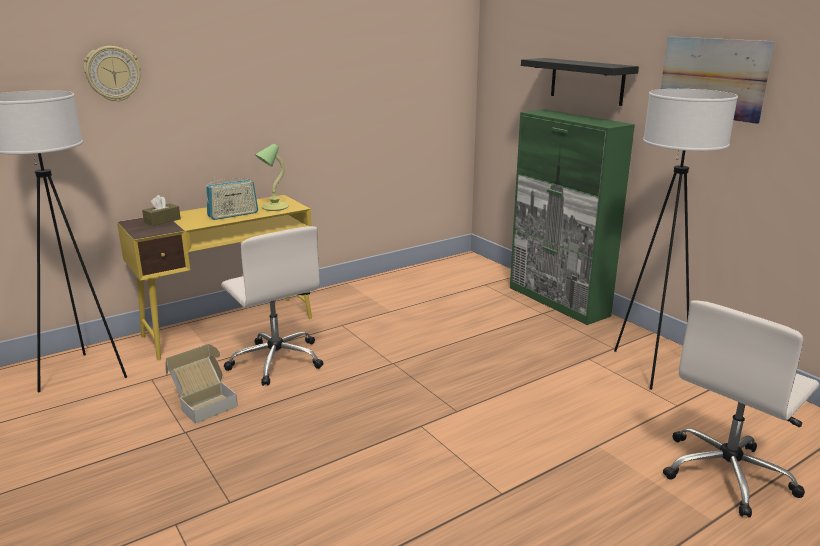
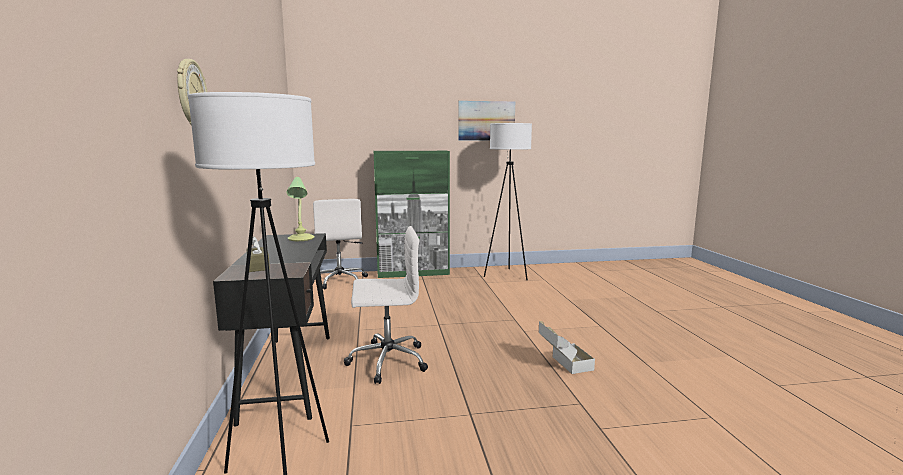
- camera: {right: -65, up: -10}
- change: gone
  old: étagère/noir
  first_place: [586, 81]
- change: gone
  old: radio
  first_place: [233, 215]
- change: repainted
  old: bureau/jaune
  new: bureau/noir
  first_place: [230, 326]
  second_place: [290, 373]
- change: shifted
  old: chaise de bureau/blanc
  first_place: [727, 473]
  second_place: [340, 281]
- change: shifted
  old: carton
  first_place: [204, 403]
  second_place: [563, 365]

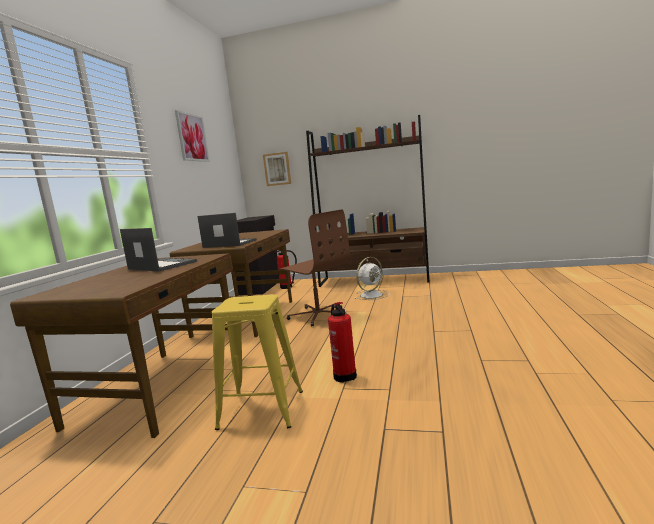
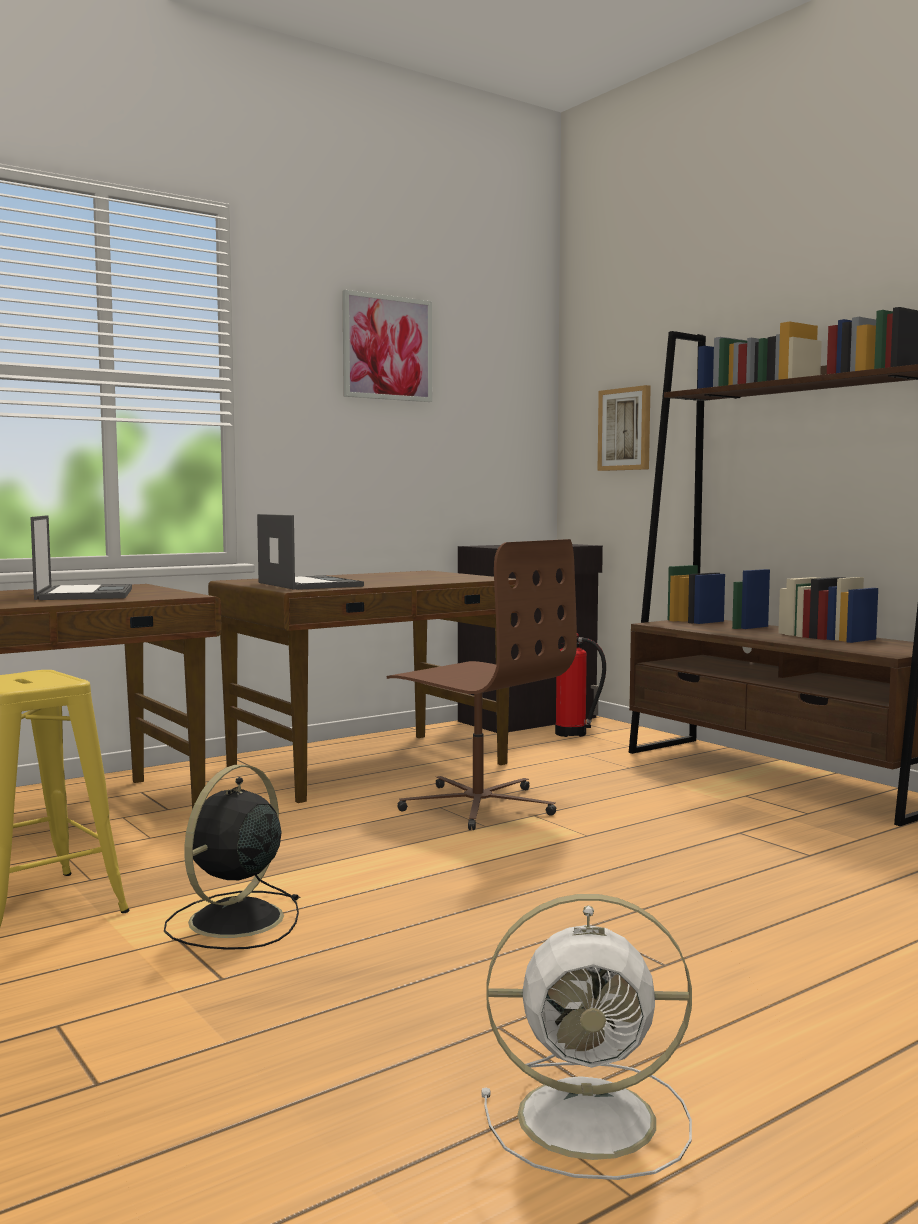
- camera: {right: 40, up: -5}
- change: rotated
  old: chaise de bureau/marron
  first_place: [318, 315]
  second_place: [478, 805]
  degrees: -45
- change: shifted
  old: ventilateur/blanc
  first_place: [372, 295]
  second_place: [593, 1118]
- change: swapped
  old: extincteur
  new: ventilateur/noir
  first_place: [344, 375]
  second_place: [233, 921]

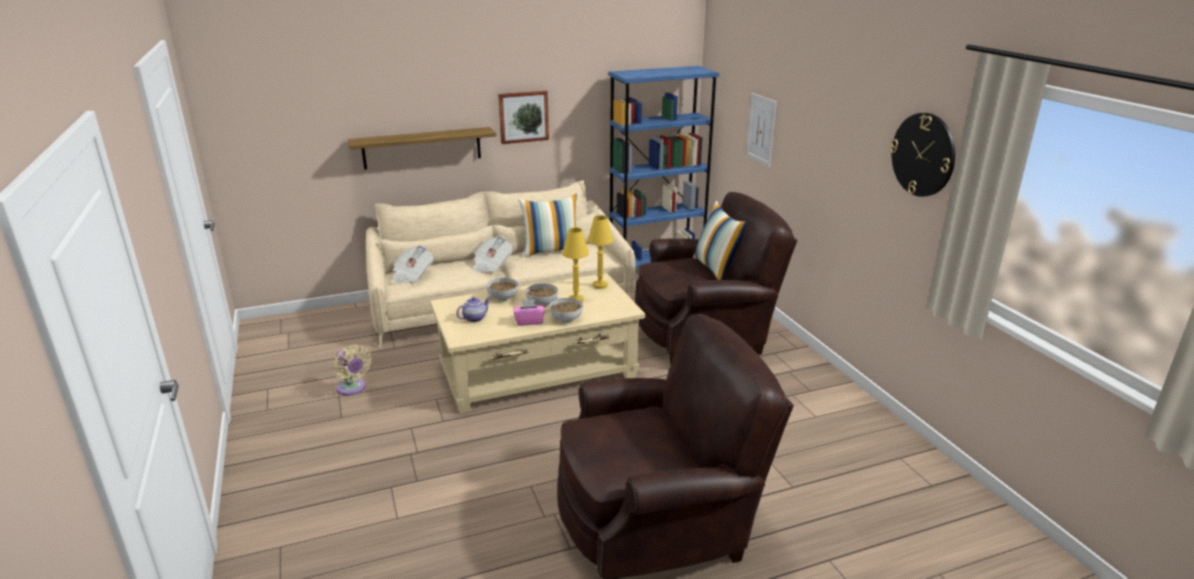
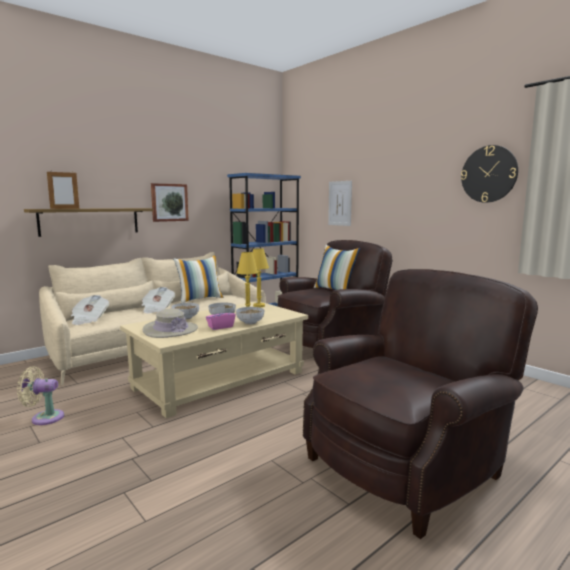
- camera: {right: -20, up: -15}
- change: swapped
  old: théière
  new: chapeau/beige
  first_place: [475, 318]
  second_place: [170, 330]
- change: rotated
  old: ventilateur/beige
  first_place: [352, 389]
  second_place: [44, 418]
  degrees: 150
- change: new
  new: cadre photo
  second_place: [65, 208]

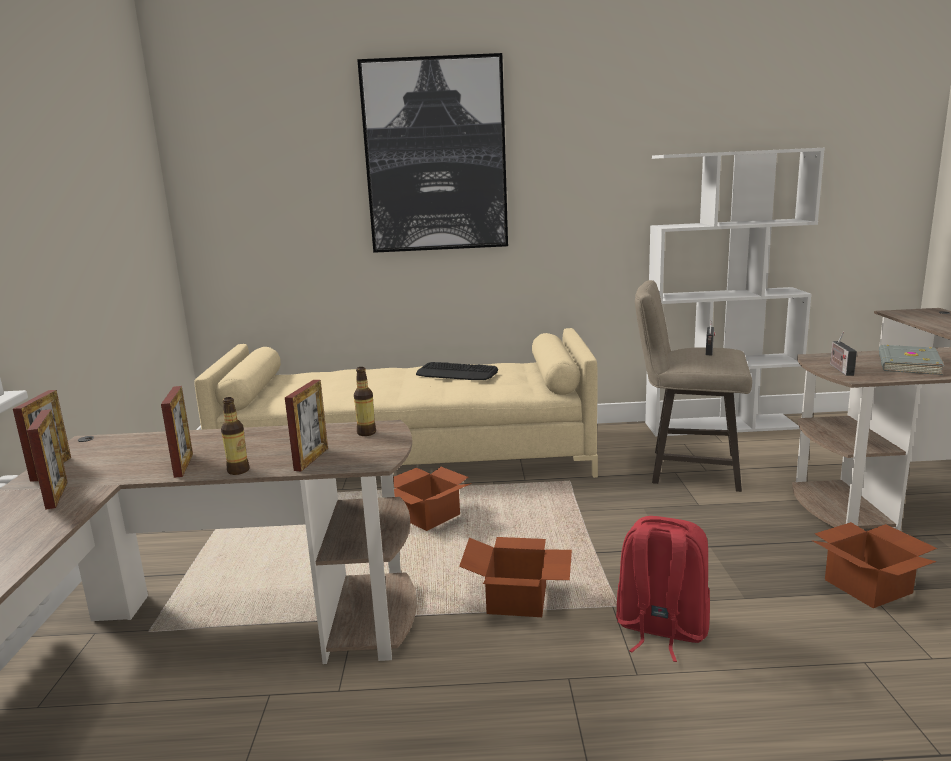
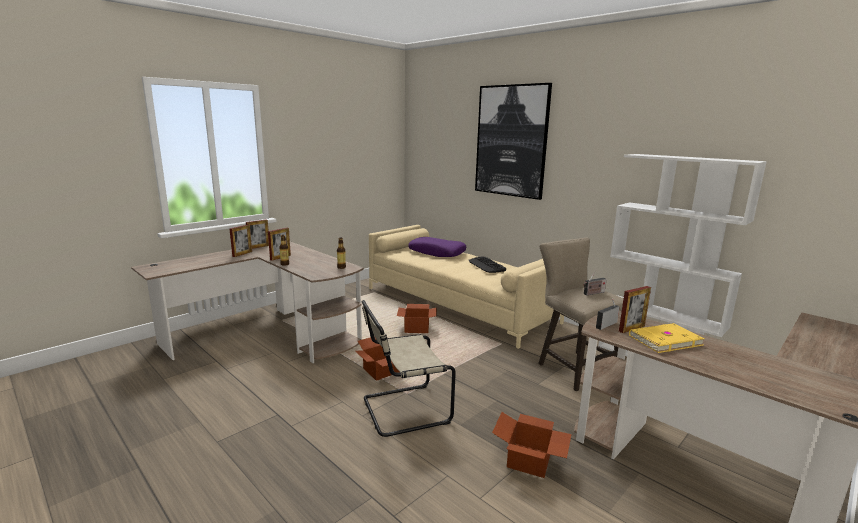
- camera: {right: 45, up: 0}
- change: repainted
  old: livre/gris
  new: livre/jaune
  first_place: [907, 363]
  second_place: [664, 340]
- change: shifted
  old: cadre photo
  first_place: [311, 459]
  second_place: [631, 329]
- change: swapped
  old: sac à dos/rouge
  new: chaise/beige
  first_place: [660, 629]
  second_place: [402, 410]
- change: new
  new: coussin/violet
  second_place: [437, 253]

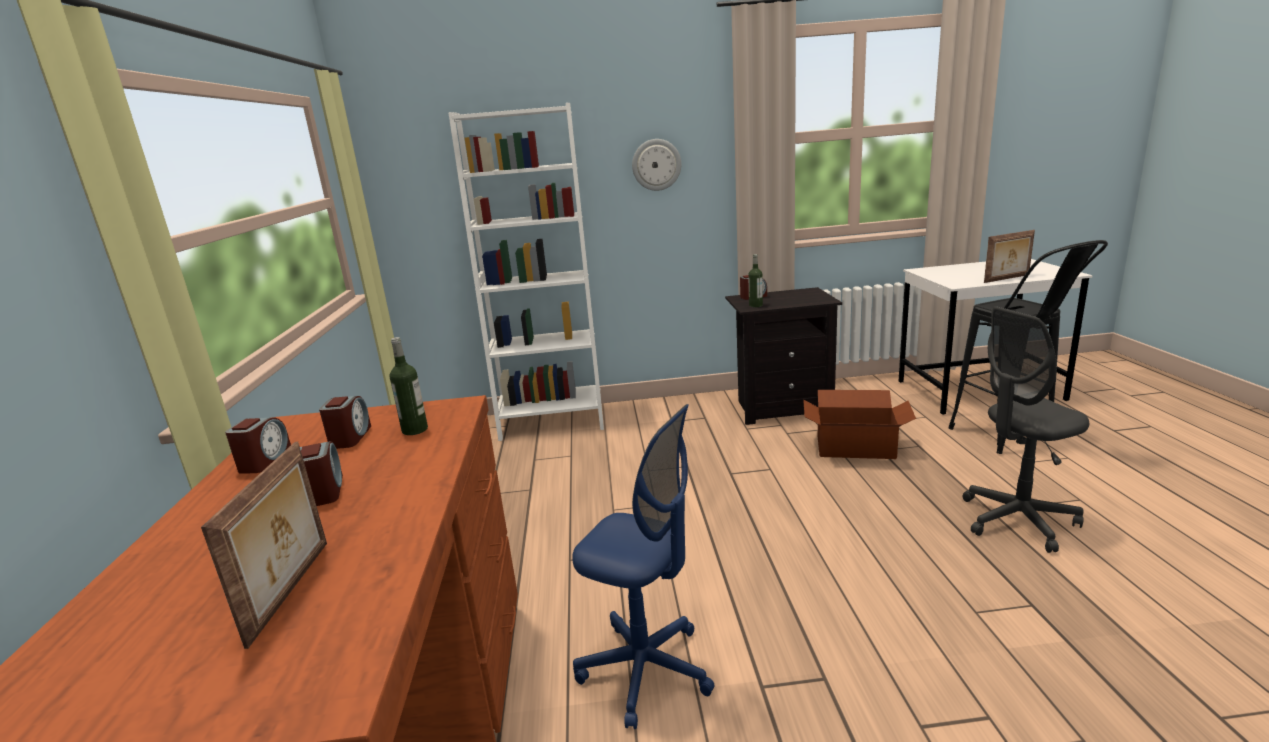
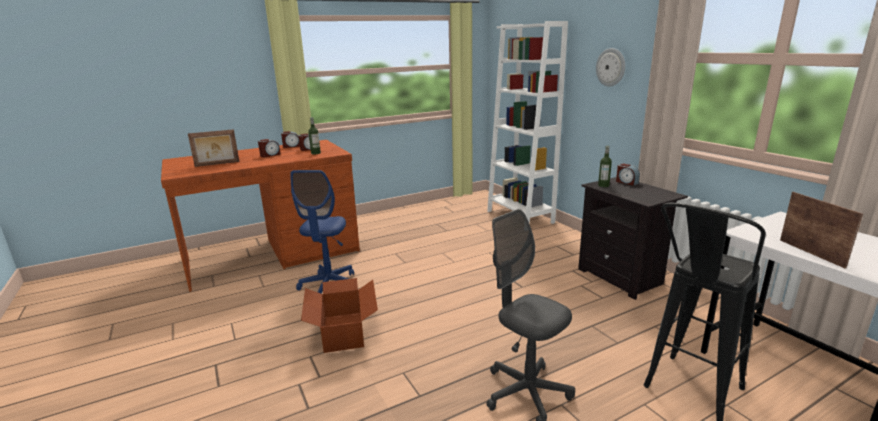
- camera: {right: 65, up: 0}
- change: rotated
  old: cadre photo
  first_place: [1007, 279]
  second_place: [812, 253]
  degrees: -150
- change: shifted
  old: carton
  first_place: [856, 448]
  second_place: [342, 332]

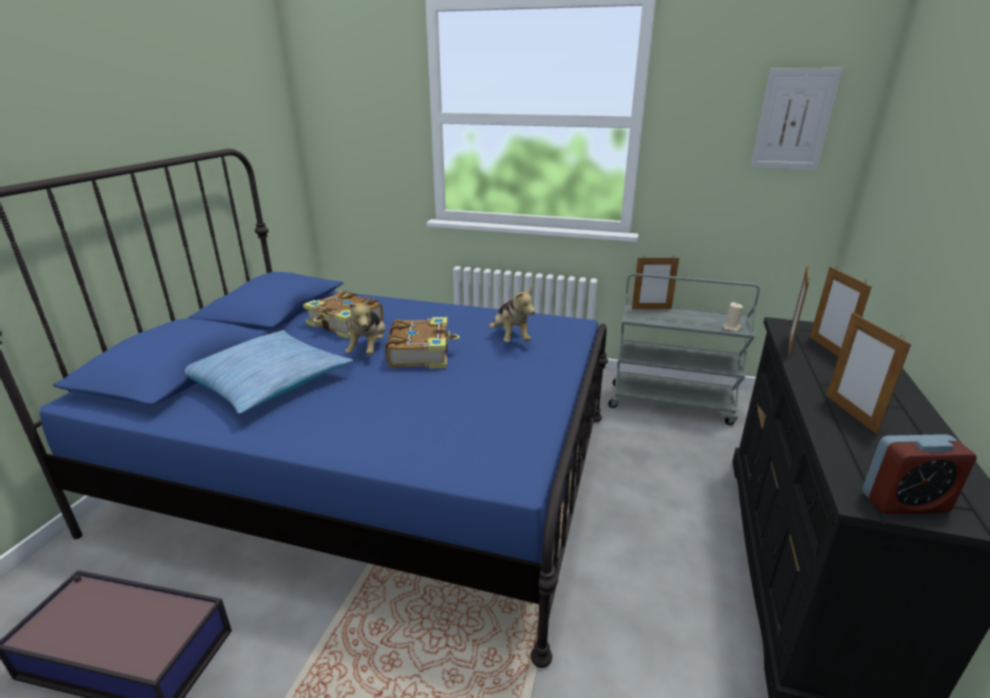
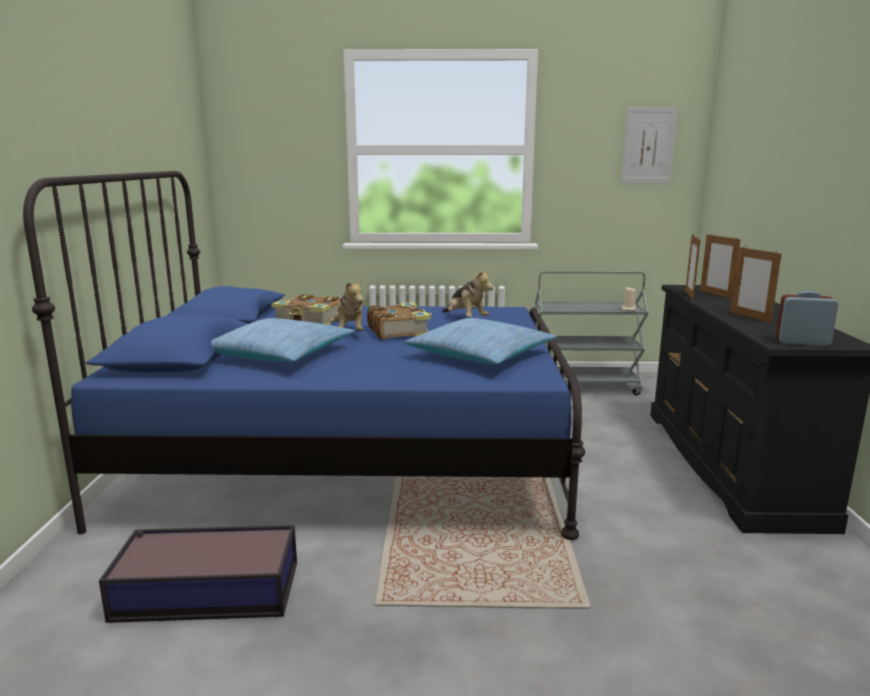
- camera: {right: -15, up: -10}
- change: gone
  old: cadre photo
  first_place: [651, 309]
- change: rotated
  old: réveil
  first_place: [904, 502]
  second_place: [802, 342]
  degrees: -150
- change: new
  new: coussin
  second_place: [481, 355]

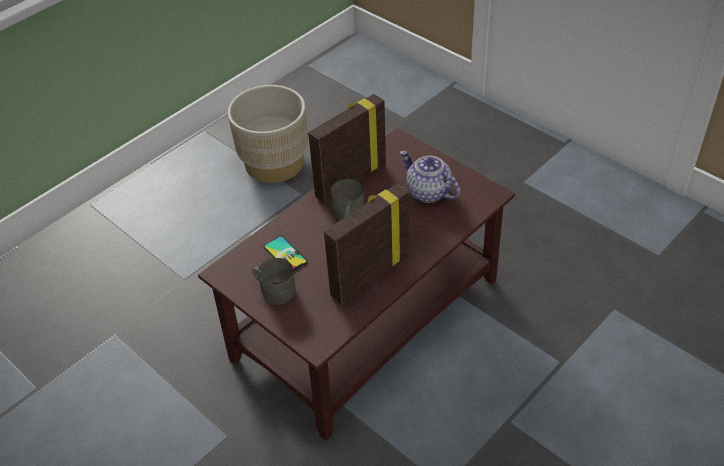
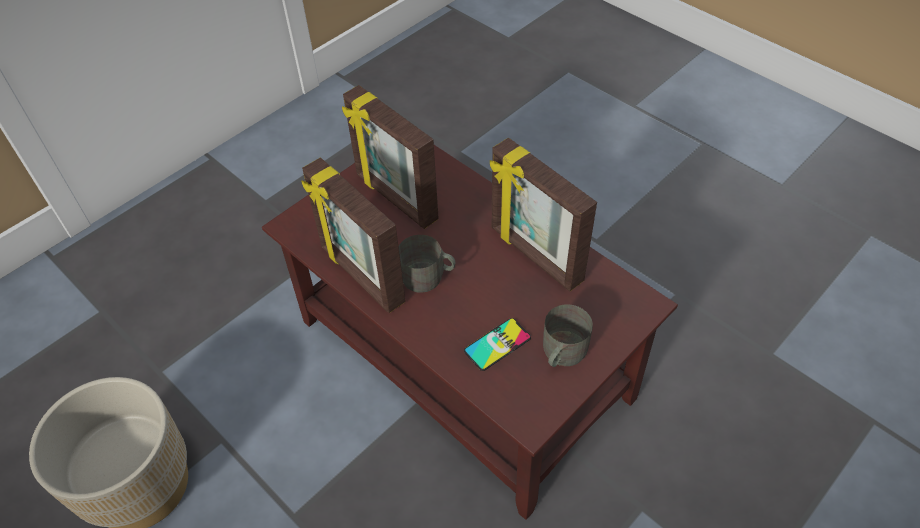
- camera: {right: -90, up: 5}
- change: swapped
  old: théière
  new: cadre photo
  first_place: [428, 192]
  second_place: [395, 198]

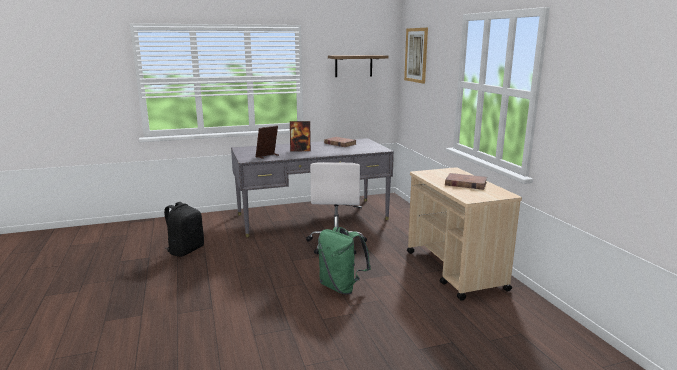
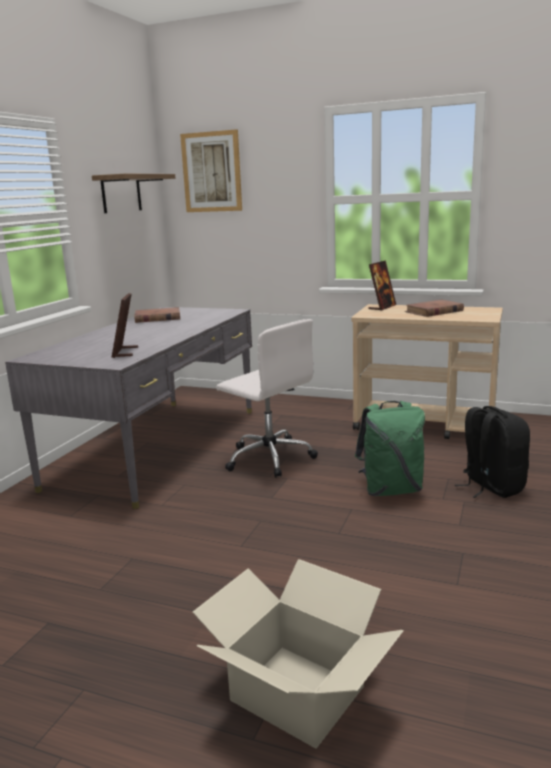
- camera: {right: -50, up: 0}
- change: shifted
  old: cadre photo
  first_place: [300, 150]
  second_place: [382, 307]
- change: shifted
  old: sac à dos/noir
  first_place: [186, 250]
  second_place: [491, 486]
- change: new
  new: carton
  second_place: [296, 694]

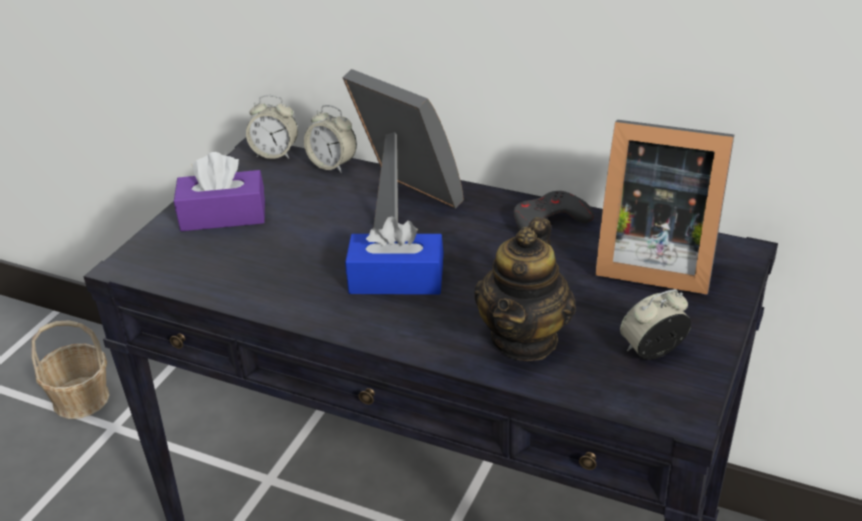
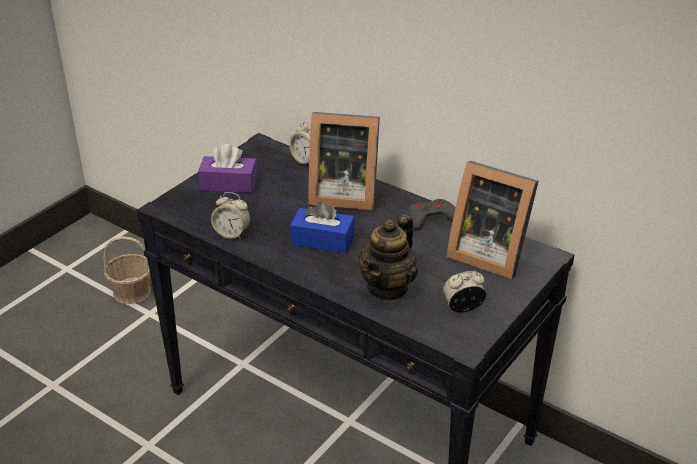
- camera: {right: 10, up: 0}
- change: rotated
  old: cadre photo
  first_place: [402, 205]
  second_place: [342, 194]
  degrees: 135
- change: shifted
  old: réveil
  first_place: [275, 153]
  second_place: [232, 233]

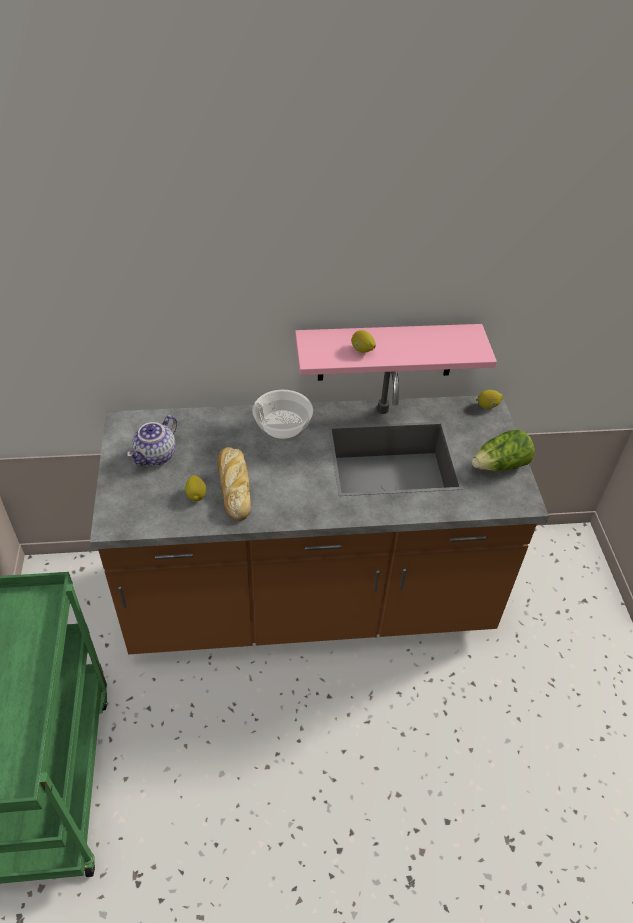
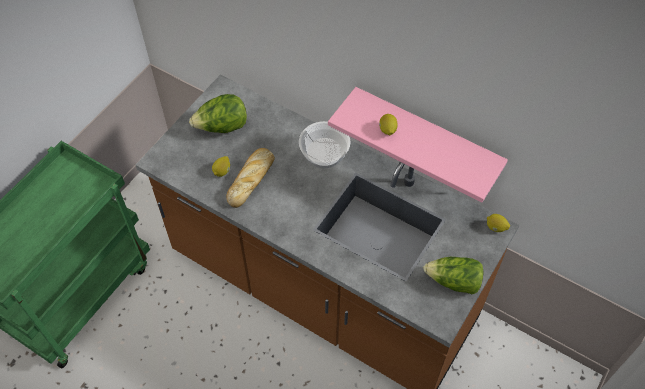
- camera: {right: 40, up: 10}
- change: swapped
  old: théière
  new: laitue
  first_place: [156, 456]
  second_place: [222, 127]

